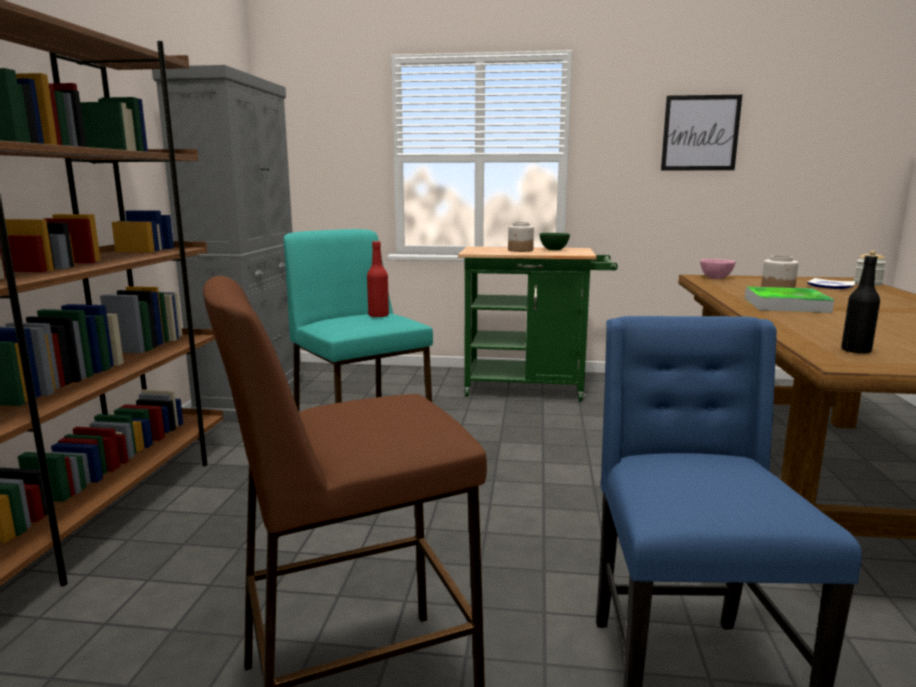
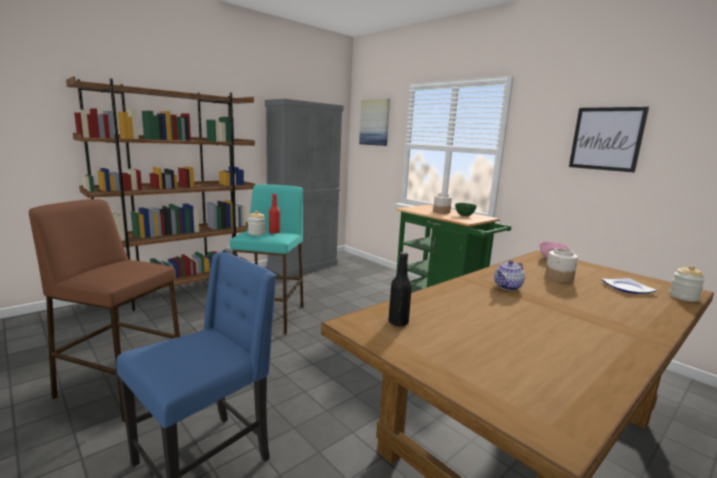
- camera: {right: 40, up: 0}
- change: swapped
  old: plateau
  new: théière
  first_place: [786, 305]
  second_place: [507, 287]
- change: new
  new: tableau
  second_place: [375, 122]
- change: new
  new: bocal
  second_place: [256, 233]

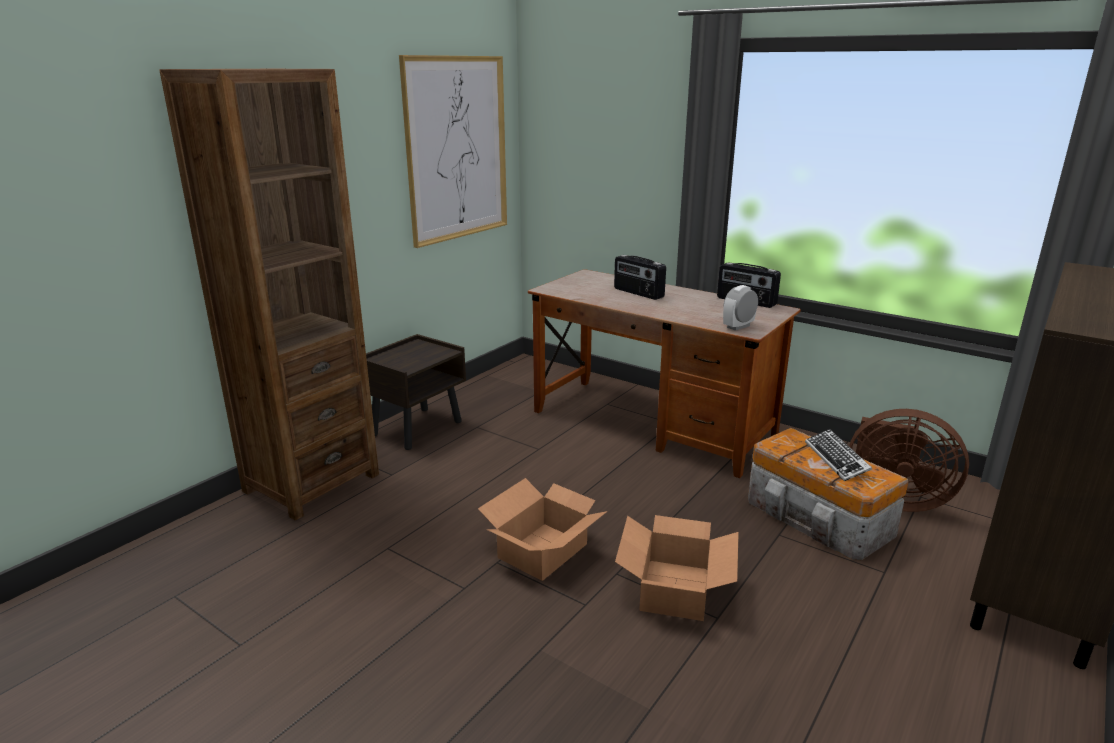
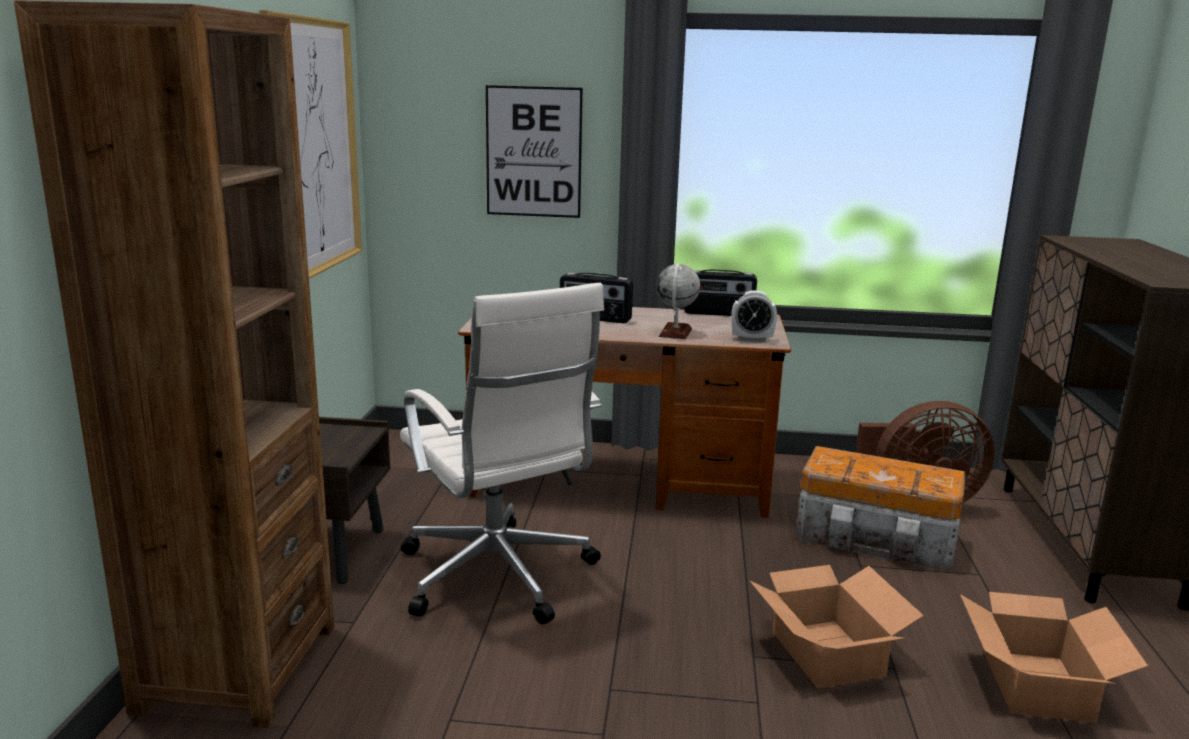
- camera: {right: -30, up: -5}
- change: rotated
  old: réveil
  first_place: [738, 326]
  second_place: [752, 339]
  degrees: -105
- change: gone
  old: clavier
  first_place: [836, 459]
- change: shifted
  old: carton
  first_place: [544, 551]
  second_place: [1038, 685]
- change: new
  new: tableau
  second_place: [534, 152]
- change: new
  new: globe
  second_place: [675, 332]
- change: new
  new: chaise de bureau/blanc
  second_place: [498, 577]

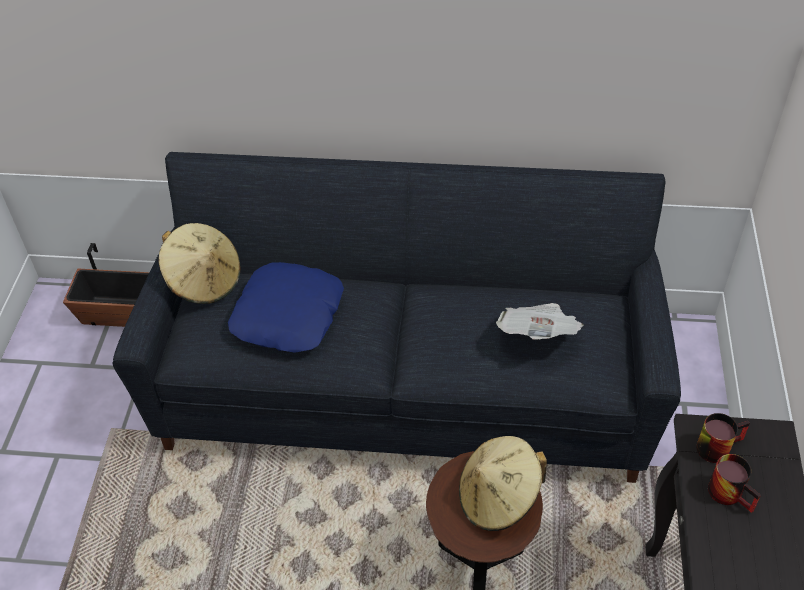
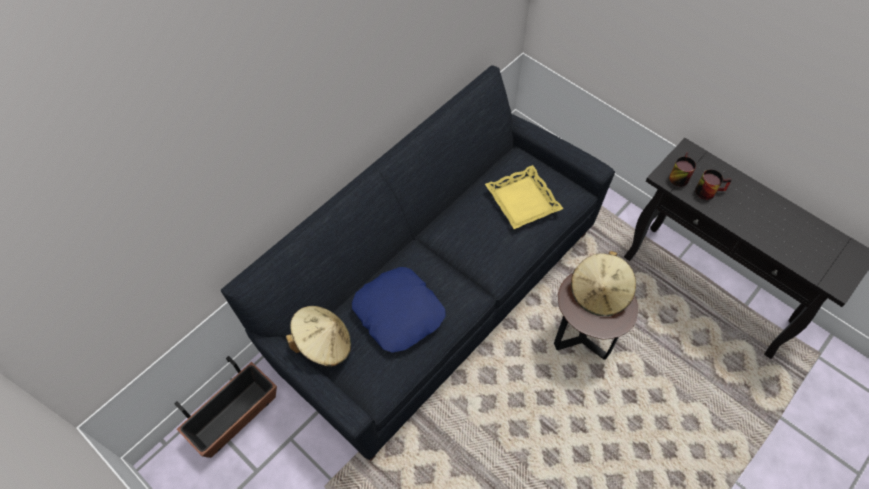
- camera: {right: -55, up: 10}
- change: swapped
  old: journal
  new: plateau/jaune
  first_place: [538, 335]
  second_place: [522, 201]

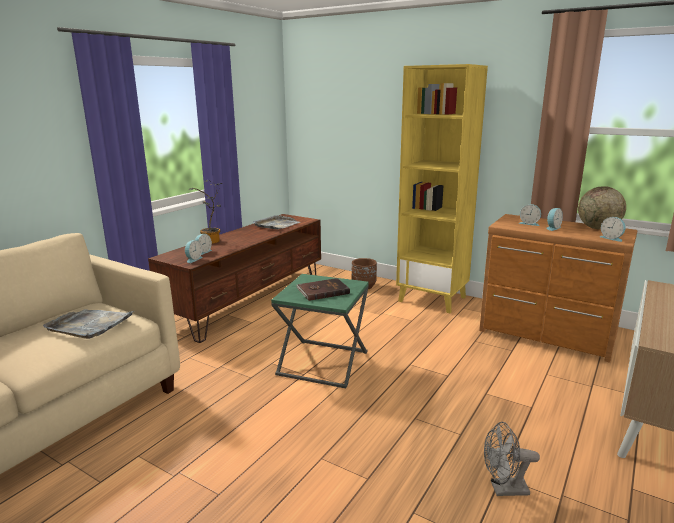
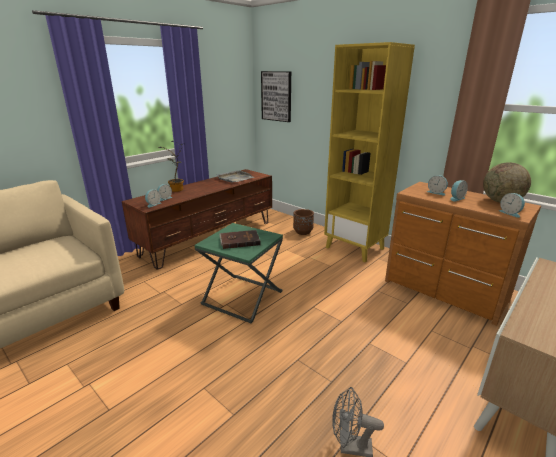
- camera: {right: 10, up: 5}
- change: gone
  old: plateau/gris
  first_place: [89, 325]
- change: new
  new: tableau
  second_place: [276, 96]

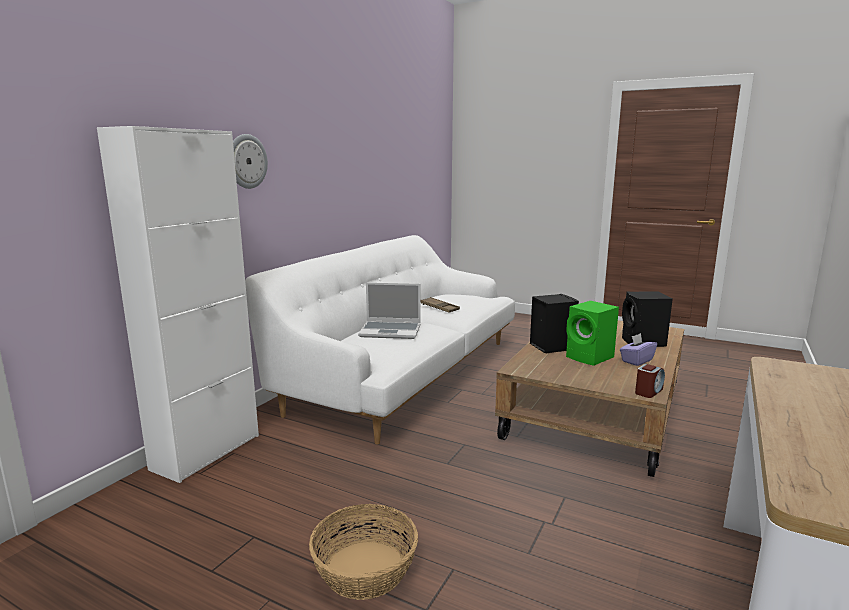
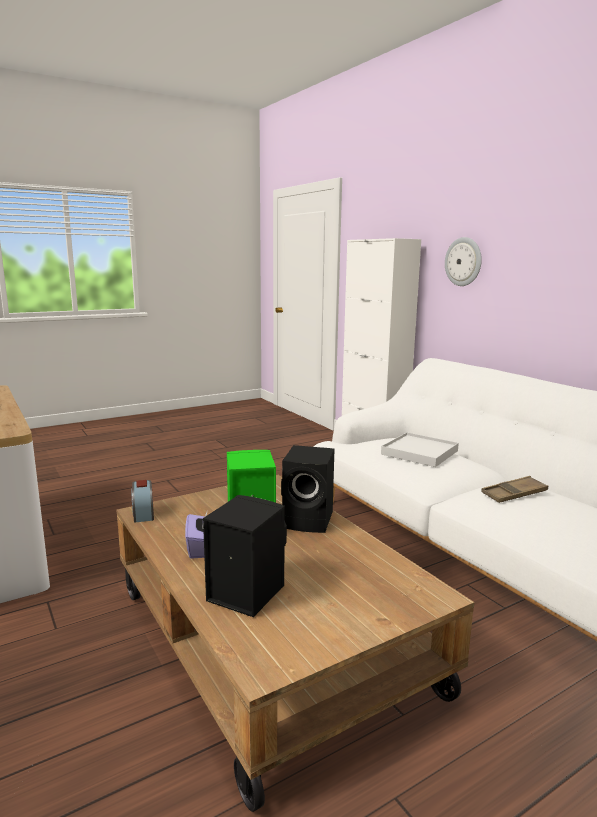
- camera: {right: 120, up: 0}
- change: swapped
  old: ordinateur portable
  new: plateau/blanc
  first_place: [391, 331]
  second_place: [419, 453]
- change: gone
  old: panier
  first_place: [364, 570]

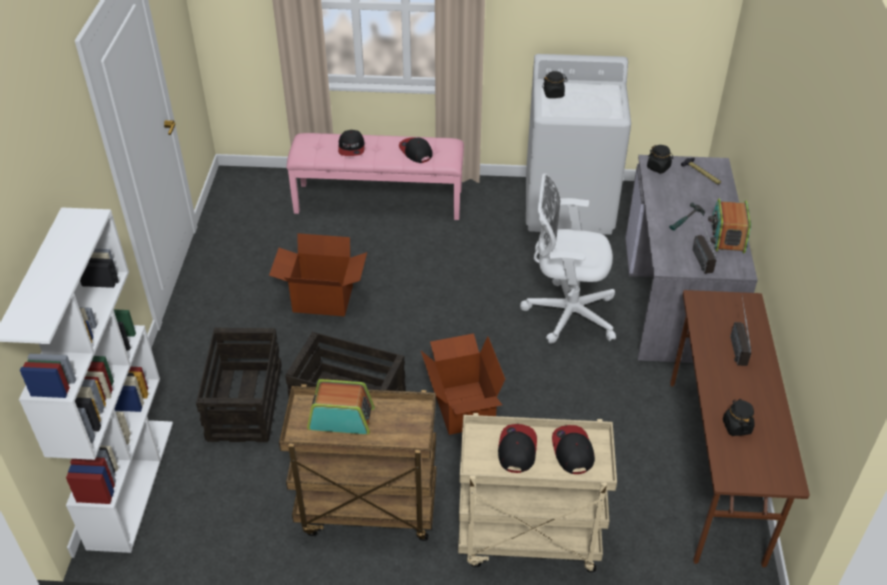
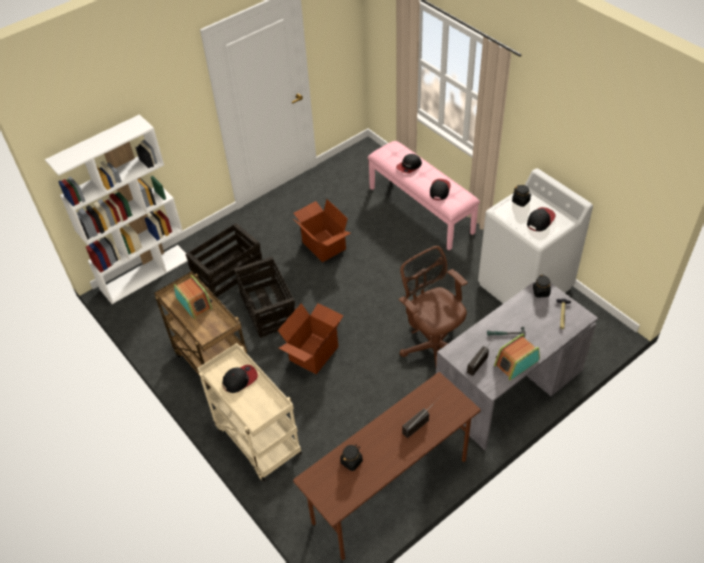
- camera: {right: 50, up: 5}
- change: repainted
  old: chaise de bureau/blanc
  new: chaise de bureau/marron
  first_place: [566, 313]
  second_place: [433, 346]
- change: shifted
  old: casquette
  first_place: [572, 450]
  second_place: [540, 220]

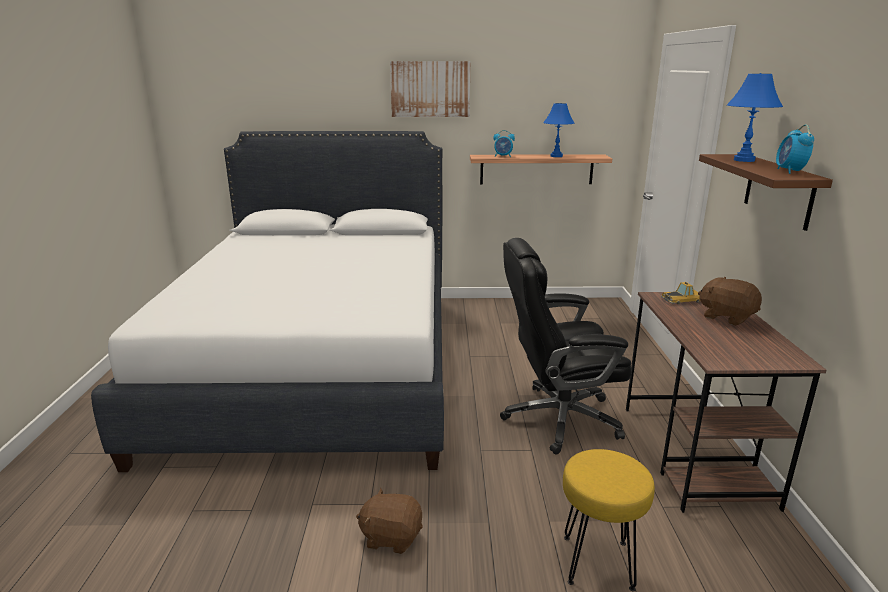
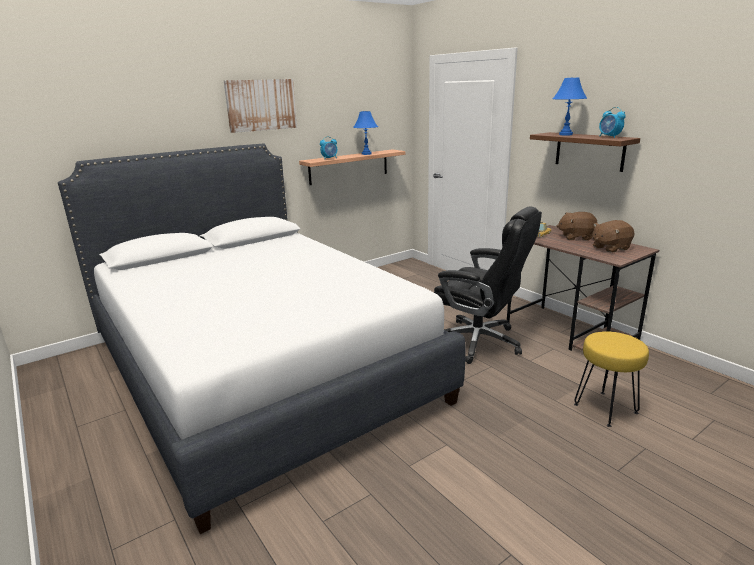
- camera: {right: -35, up: 0}
- change: rotated
  old: chaise de bureau/noir
  first_place: [558, 418]
  second_place: [480, 342]
  degrees: -105
- change: shifted
  old: peluche/marron
  first_place: [391, 537]
  second_place: [610, 248]

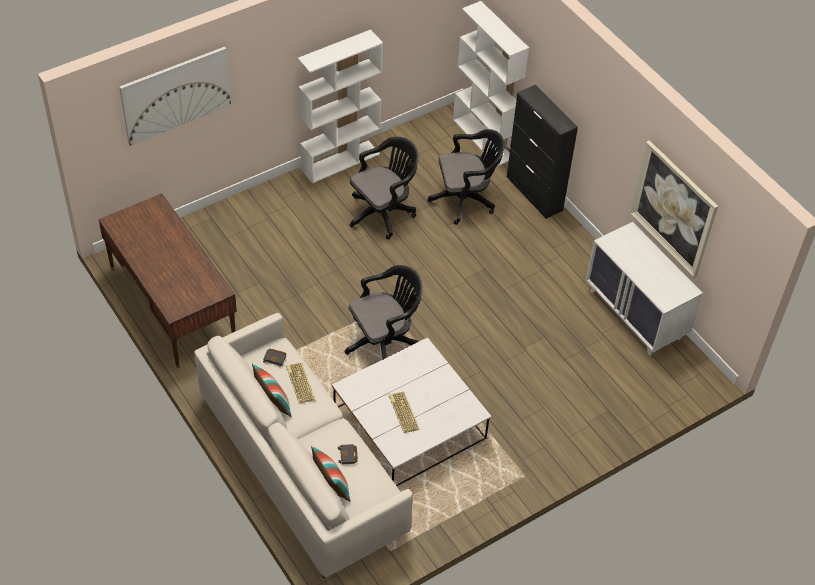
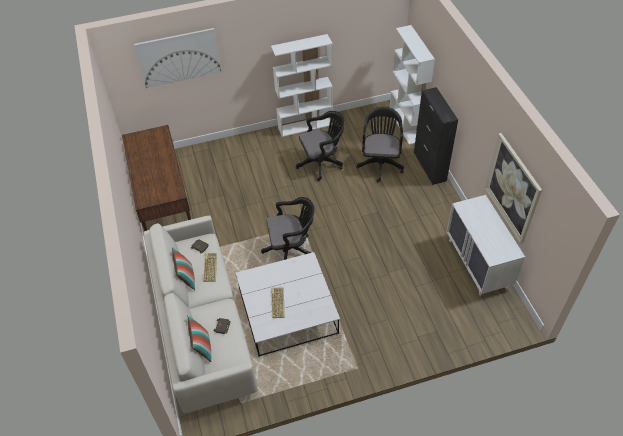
- camera: {right: 20, up: 0}
- change: rotated
  old: chaise de bureau/noir
  first_place: [466, 199]
  second_place: [380, 163]
  degrees: -90

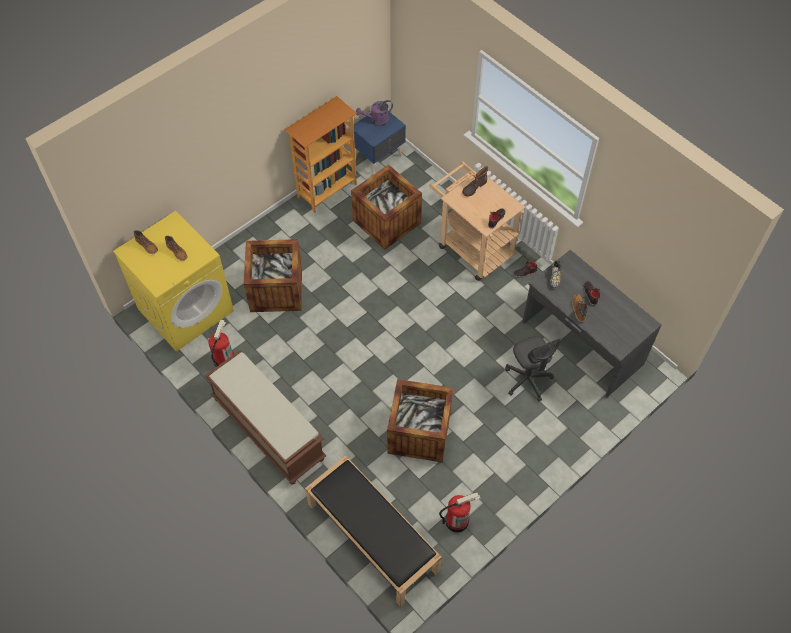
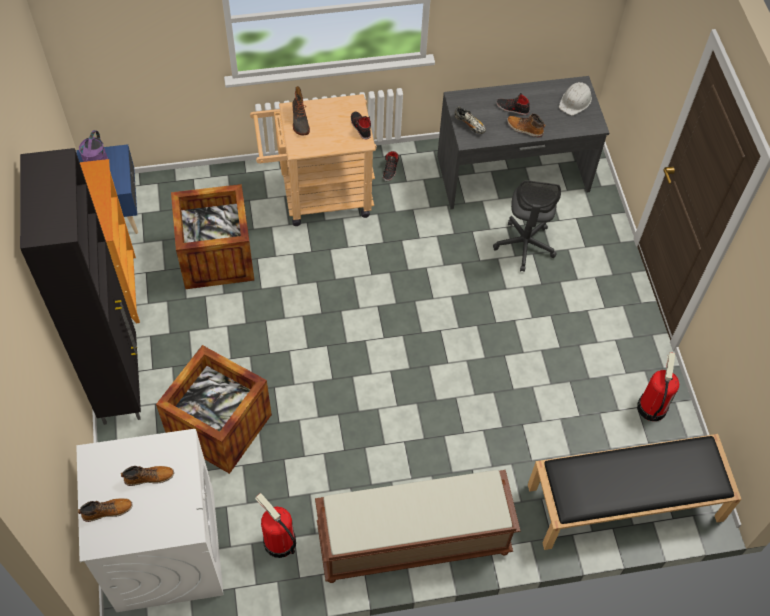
- camera: {right: -60, up: 0}
- change: repainted
  old: lave-linge/jaune
  new: lave-linge/blanc
  first_place: [186, 309]
  second_place: [165, 549]
- change: rotated
  old: chaise de bureau/gris
  first_place: [527, 380]
  second_place: [524, 246]
  degrees: 90
- change: gone
  old: caisse
  first_place: [419, 433]
- change: new
  new: casque de chantier/blanc
  second_place: [575, 101]
- change: new
  new: meuble de rangement/noir
  second_place: [121, 382]

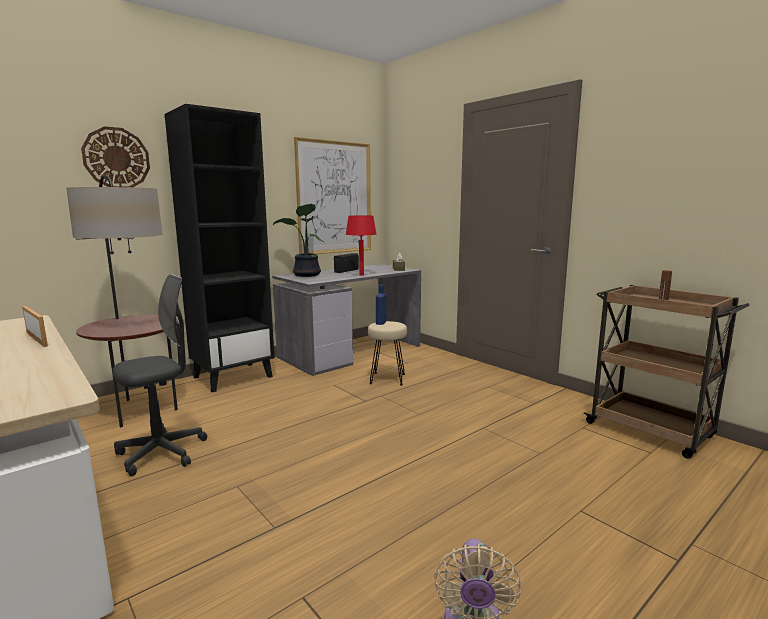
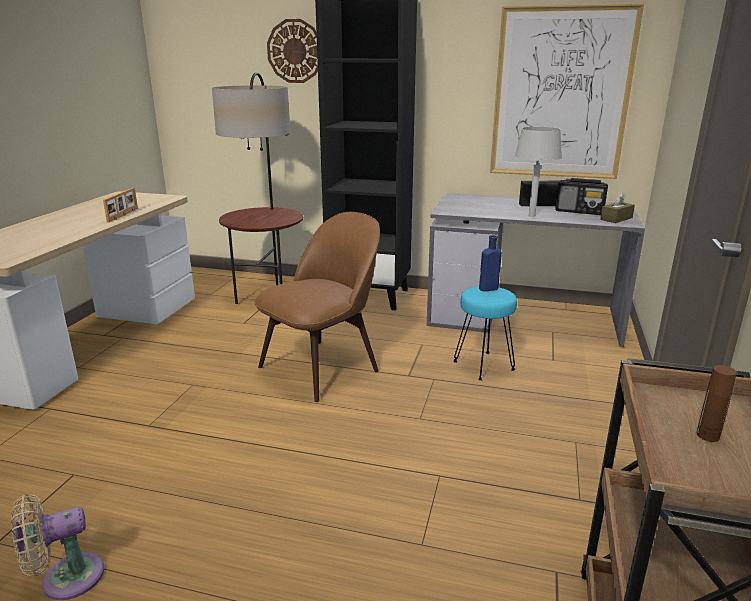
- camera: {right: 55, up: 10}
- change: gone
  old: plante en pot
  first_place: [306, 275]
- change: repainted
  old: lampe de table/rouge
  new: lampe de table/gris
  first_place: [361, 275]
  second_place: [532, 215]
- change: gone
  old: chaise de bureau/gris
  first_place: [162, 453]
- change: repainted
  old: tabouret/beige
  new: tabouret/turquoise
  first_place: [387, 379]
  second_place: [483, 366]
- change: new
  new: radio
  second_place: [579, 212]
- change: new
  new: chaise/marron
  second_place: [322, 367]

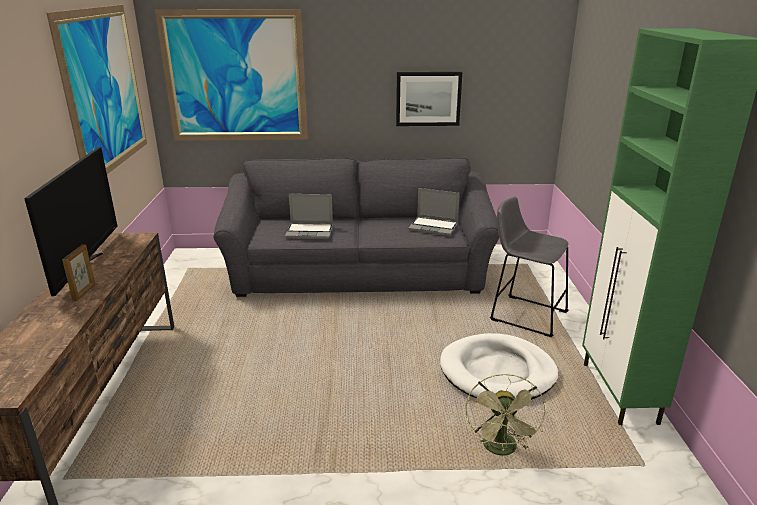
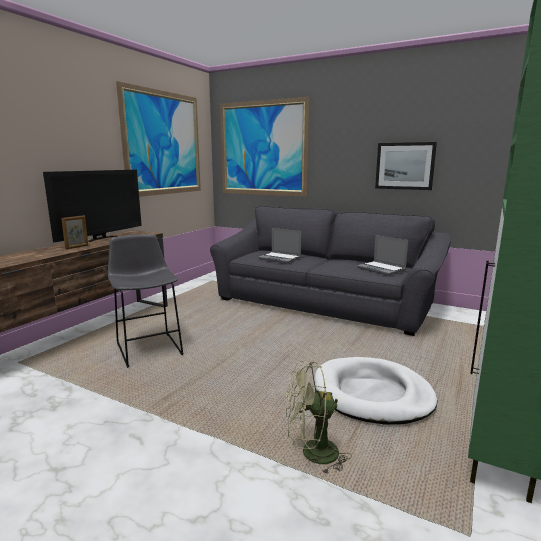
- camera: {right: 30, up: -10}
- change: shifted
  old: tabouret/gris
  first_place: [524, 314]
  second_place: [148, 347]
- change: rotated
  old: ventilateur/vert
  first_place: [501, 450]
  second_place: [312, 454]
  degrees: 45

